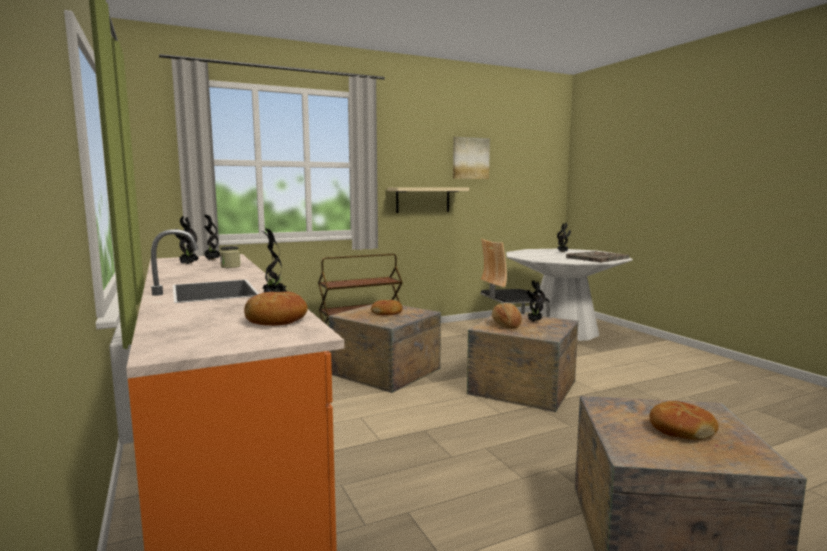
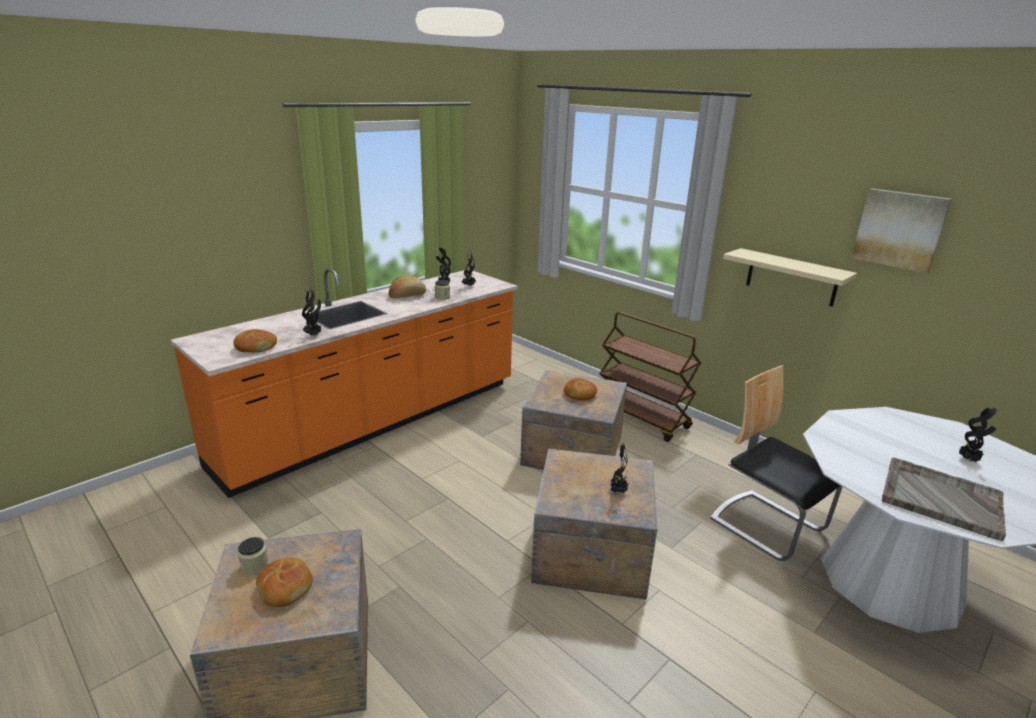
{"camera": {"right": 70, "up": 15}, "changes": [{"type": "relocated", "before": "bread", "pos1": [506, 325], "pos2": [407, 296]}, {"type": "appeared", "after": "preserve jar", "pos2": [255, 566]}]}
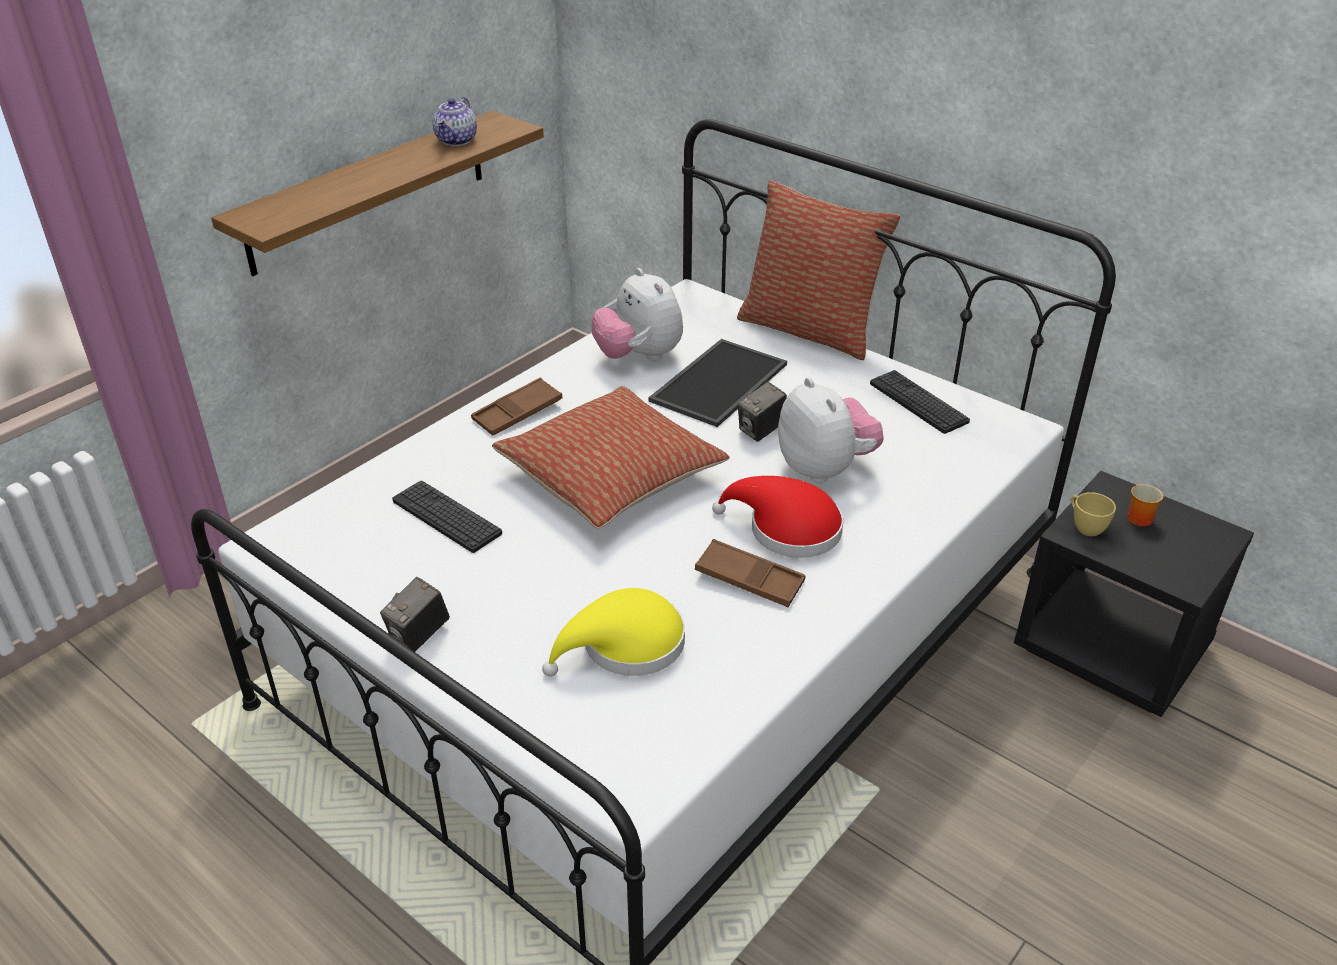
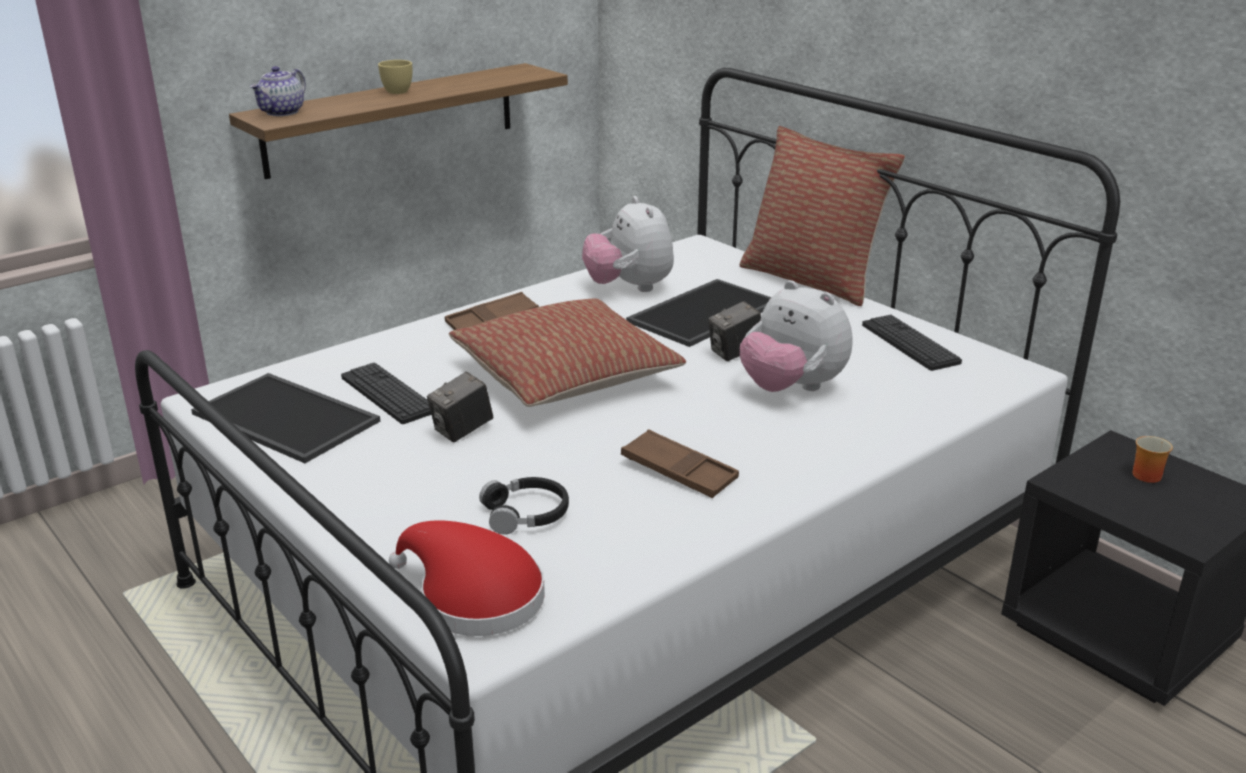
{"camera": {"right": 10, "up": -10}, "changes": [{"type": "relocated", "before": "still camera", "pos1": [419, 635], "pos2": [462, 431]}, {"type": "relocated", "before": "tea pot", "pos1": [457, 140], "pos2": [282, 112]}, {"type": "exchanged", "before": "yellow-coloured hat", "after": "black-coloured pair of headphones", "pos1": [625, 646], "pos2": [526, 514]}, {"type": "relocated", "before": "red hat", "pos1": [787, 529], "pos2": [473, 597]}, {"type": "spun", "before": "cuddly toy", "pos1": [825, 469], "pos2": [792, 388], "turn": 150}, {"type": "relocated", "before": "yellow-coloured drinking cup", "pos1": [1085, 527], "pos2": [396, 91]}, {"type": "appeared", "after": "serving tray", "pos2": [289, 417]}]}
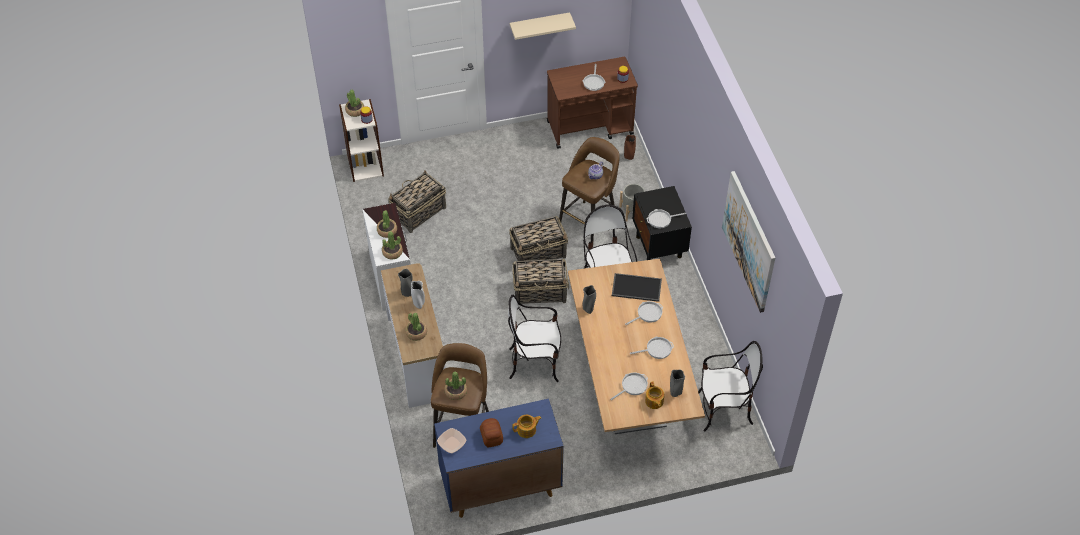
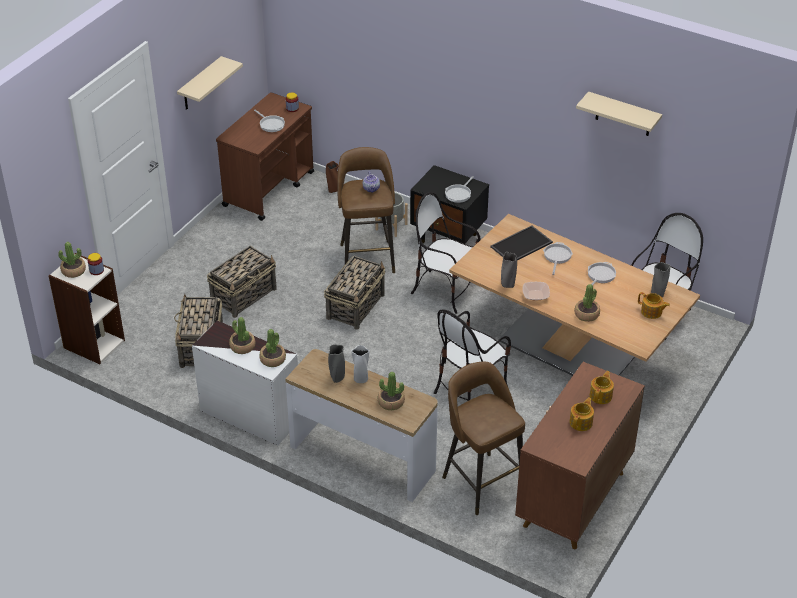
{"camera": {"right": -45, "up": -10}, "changes": [{"type": "colour", "before": "blue cabinet", "after": "brown cabinet", "pos1": [499, 486], "pos2": [573, 500]}, {"type": "relocated", "before": "bowl", "pos1": [451, 443], "pos2": [535, 295]}, {"type": "relocated", "before": "potted plant", "pos1": [456, 392], "pos2": [586, 314]}, {"type": "exchanged", "before": "bread", "after": "tea pot", "pos1": [491, 437], "pos2": [581, 422]}, {"type": "relocated", "before": "basket", "pos1": [540, 292], "pos2": [244, 295]}, {"type": "missing", "before": "skillet", "pos1": [632, 386]}, {"type": "exchanged", "before": "wall picture", "after": "beige shelf", "pos1": [749, 241], "pos2": [623, 115]}]}
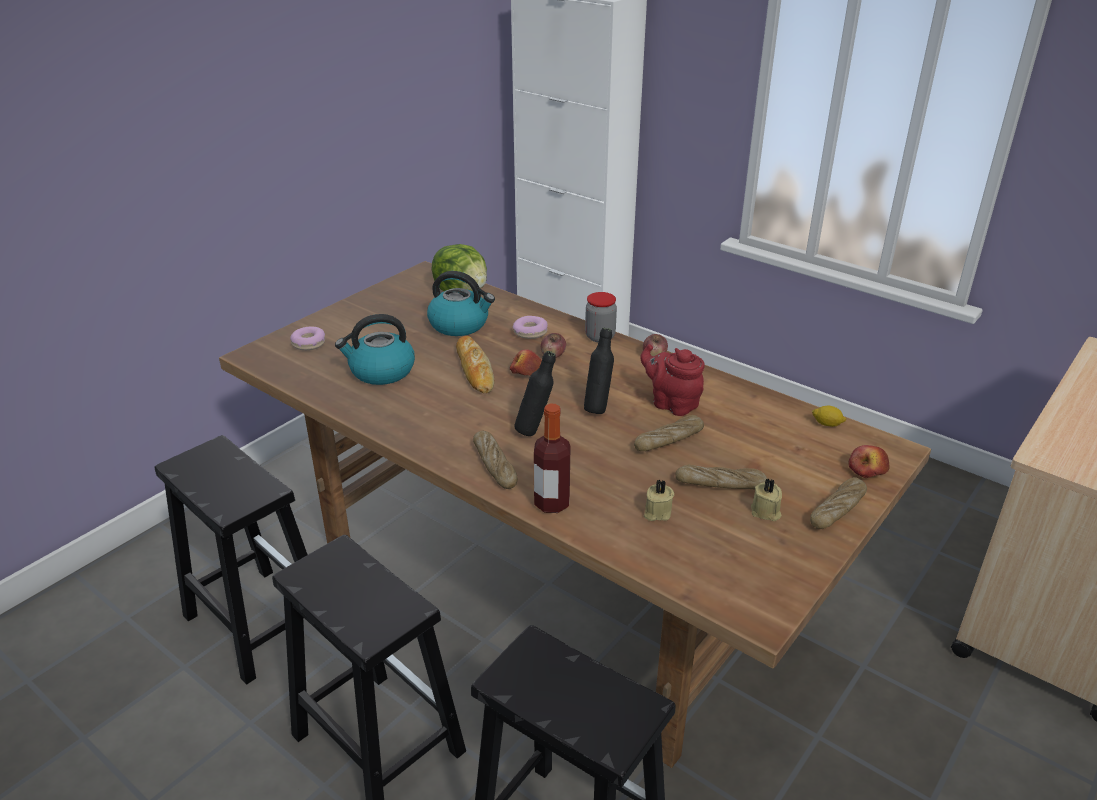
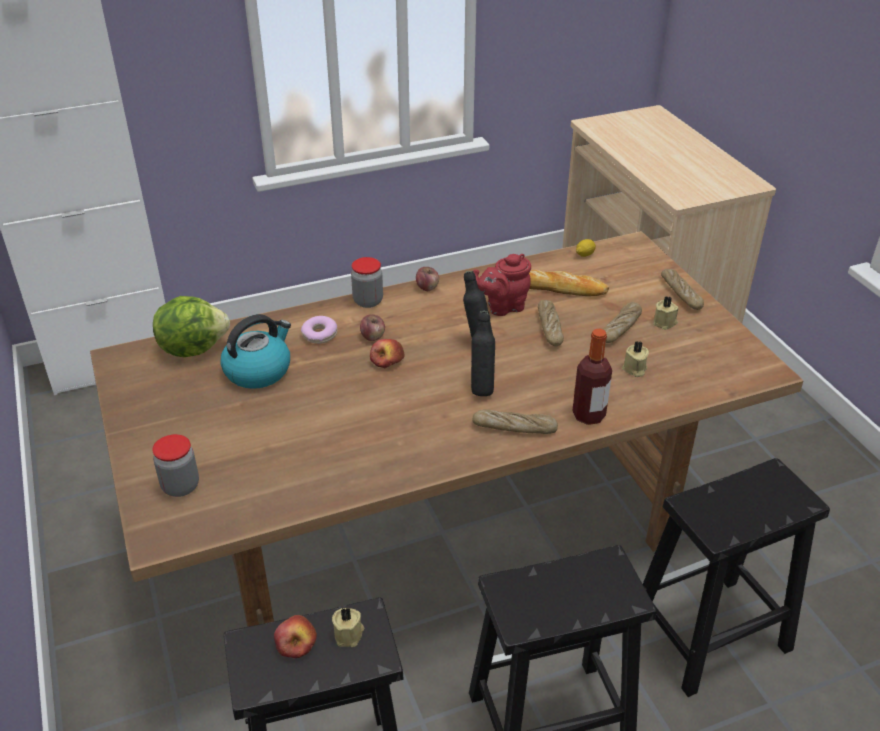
{"camera": {"right": -60, "up": 5}, "changes": [{"type": "exchanged", "before": "ring doughnut", "after": "preserve jar", "pos1": [309, 343], "pos2": [180, 486]}, {"type": "missing", "before": "water kettle", "pos1": [381, 371]}, {"type": "relocated", "before": "bread", "pos1": [474, 369], "pos2": [560, 288]}, {"type": "relocated", "before": "apple fruit", "pos1": [867, 471], "pos2": [296, 643]}, {"type": "appeared", "after": "beige candle", "pos2": [349, 634]}]}
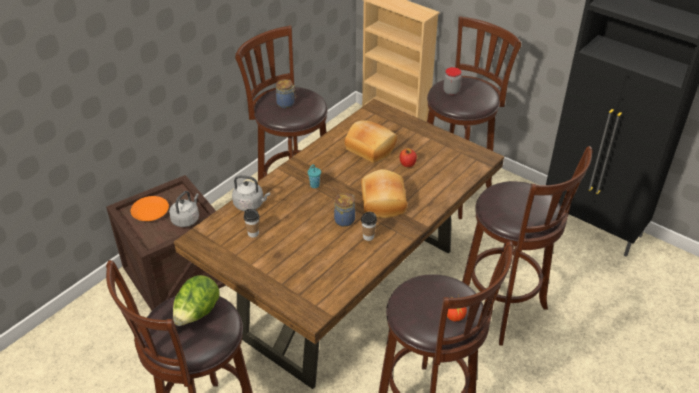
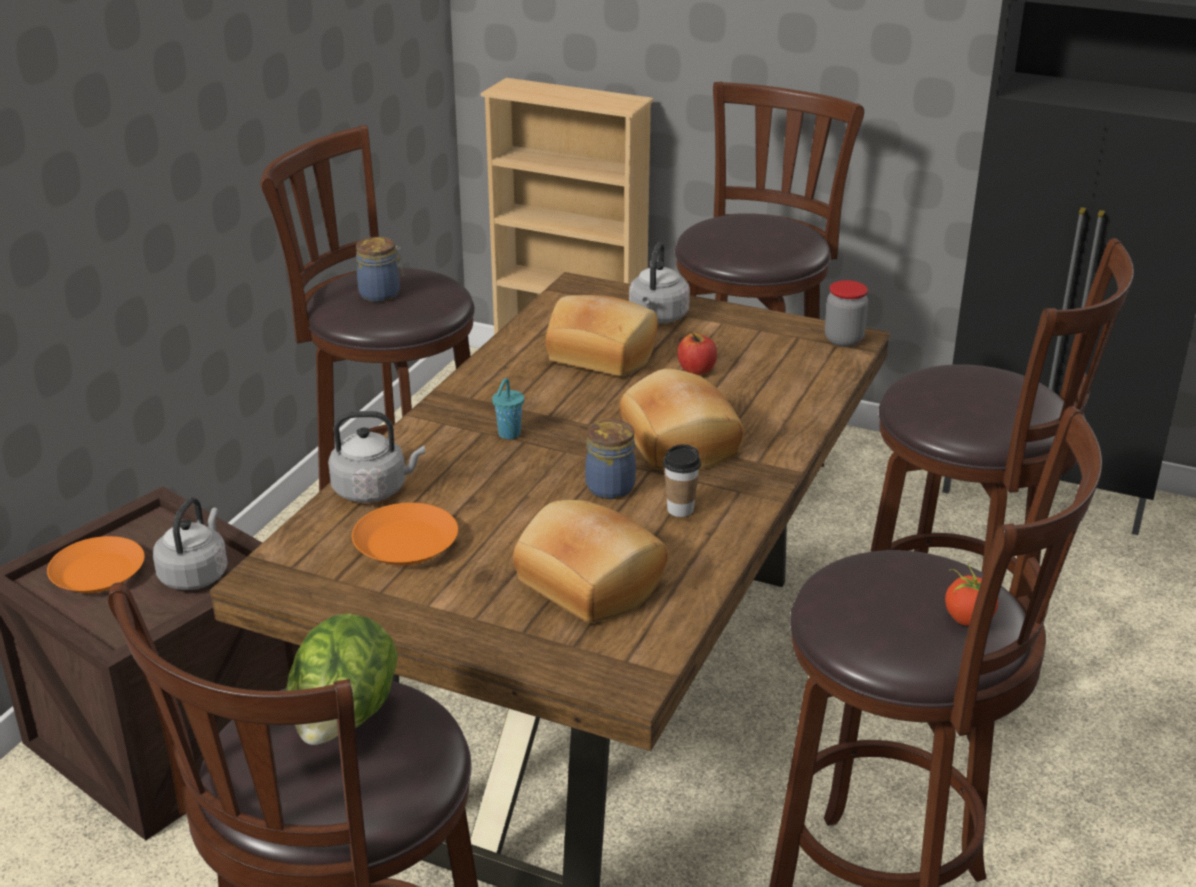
{"camera": {"right": -15, "up": -10}, "changes": [{"type": "exchanged", "before": "drinking cup", "after": "orange flat dish", "pos1": [253, 233], "pos2": [406, 544]}, {"type": "relocated", "before": "preserve jar", "pos1": [451, 91], "pos2": [843, 340]}, {"type": "appeared", "after": "bread", "pos2": [587, 584]}, {"type": "appeared", "after": "grey water kettle", "pos2": [657, 317]}]}
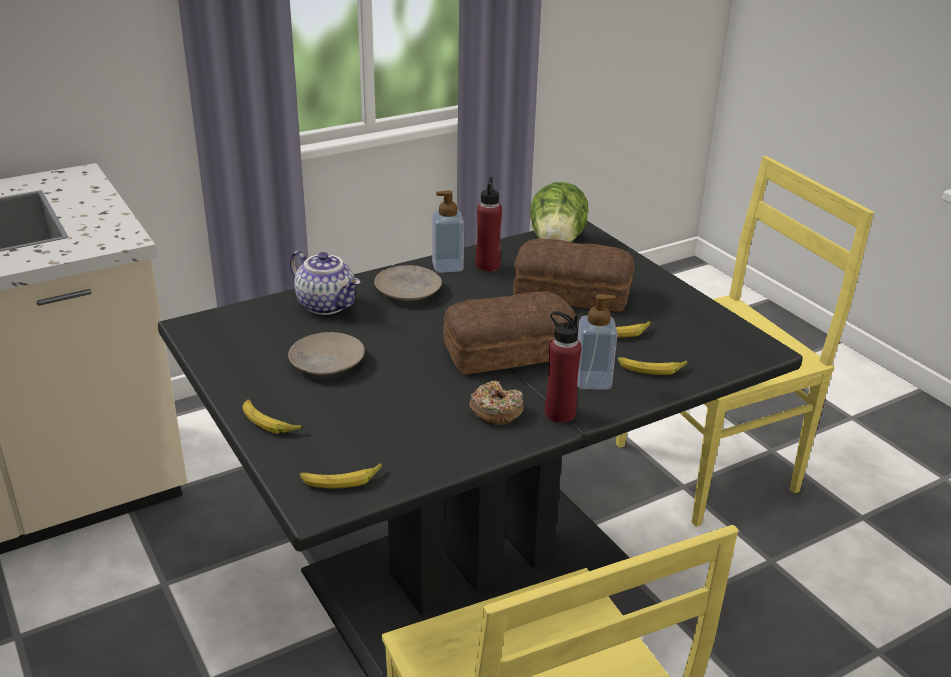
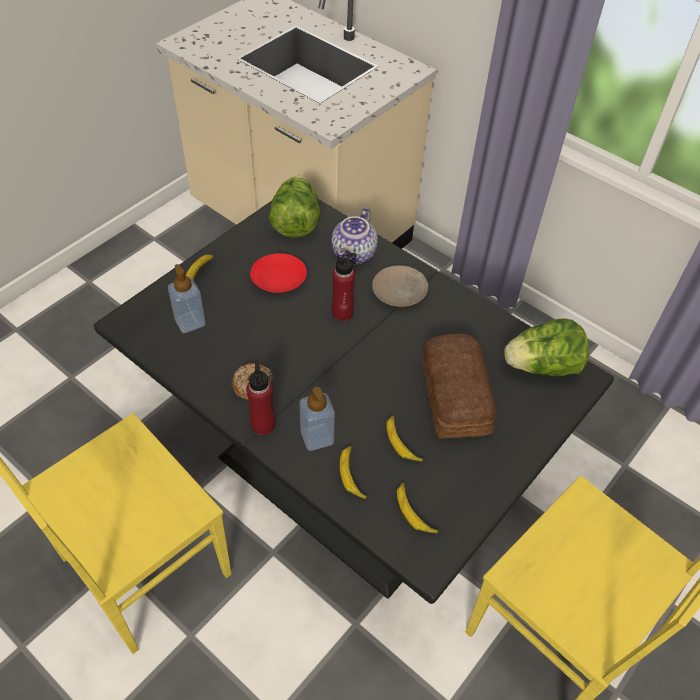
{"camera": {"right": 70, "up": 20}, "changes": [{"type": "colour", "before": "beige flat dish", "after": "red flat dish", "pos1": [326, 362], "pos2": [278, 278]}, {"type": "relocated", "before": "banana fruit", "pos1": [341, 480], "pos2": [414, 511]}, {"type": "relocated", "before": "soap bottle", "pos1": [447, 266], "pos2": [190, 322]}, {"type": "missing", "before": "bread", "pos1": [506, 350]}, {"type": "relocated", "before": "red bottle", "pos1": [487, 266], "pos2": [342, 312]}, {"type": "appeared", "after": "lettuce", "pos2": [295, 222]}]}
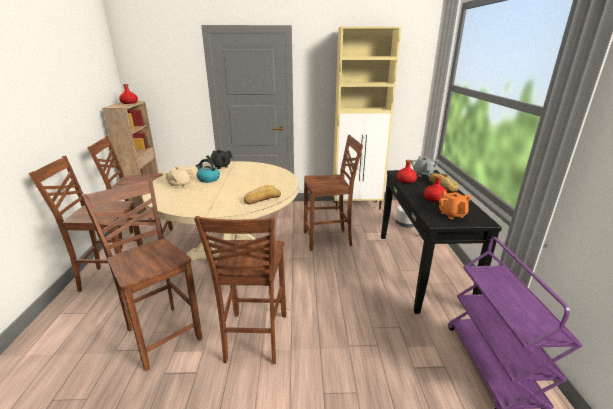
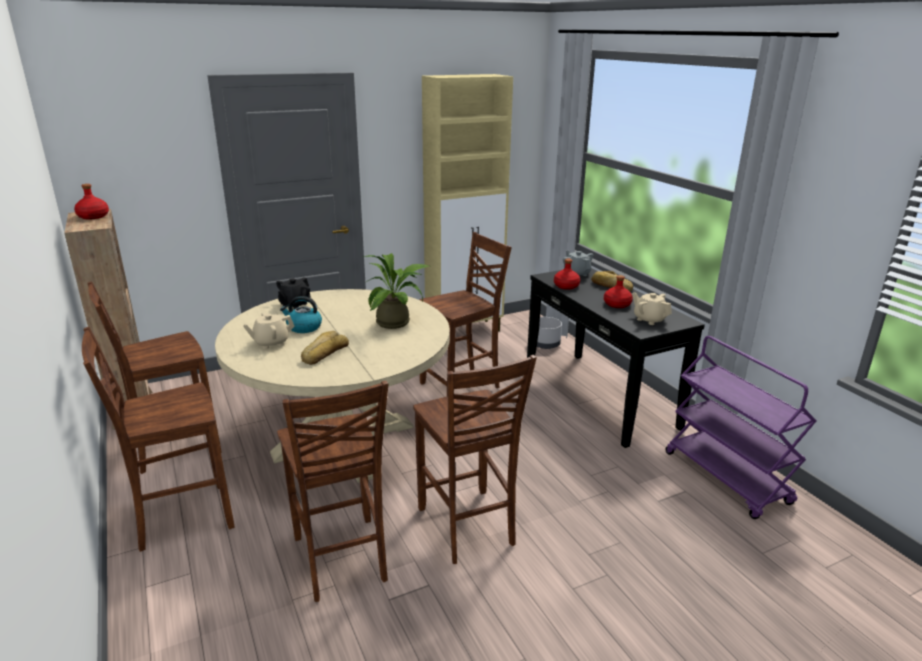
{"camera": {"right": -25, "up": 0}, "changes": [{"type": "spun", "before": "brown chair", "pos1": [163, 334], "pos2": [341, 560], "turn": -135}, {"type": "relocated", "before": "bread", "pos1": [262, 199], "pos2": [324, 353]}, {"type": "colour", "before": "orange tea pot", "after": "beige tea pot", "pos1": [452, 214], "pos2": [649, 319]}, {"type": "appeared", "after": "potted plant", "pos2": [397, 322]}]}
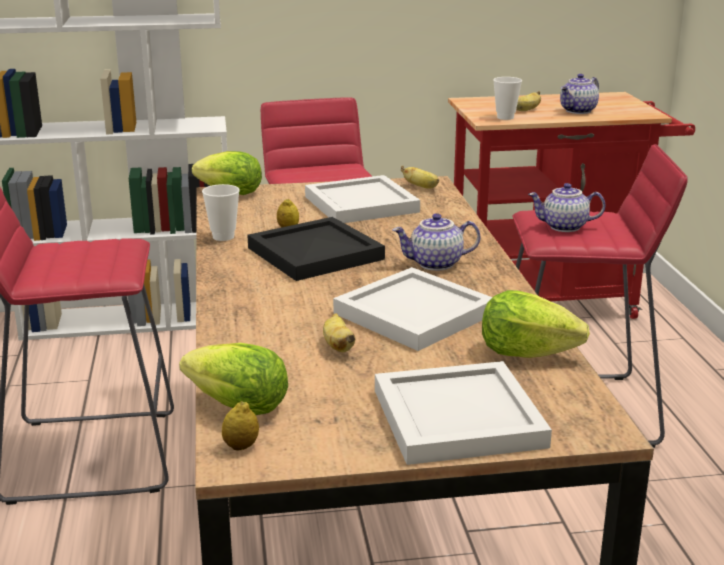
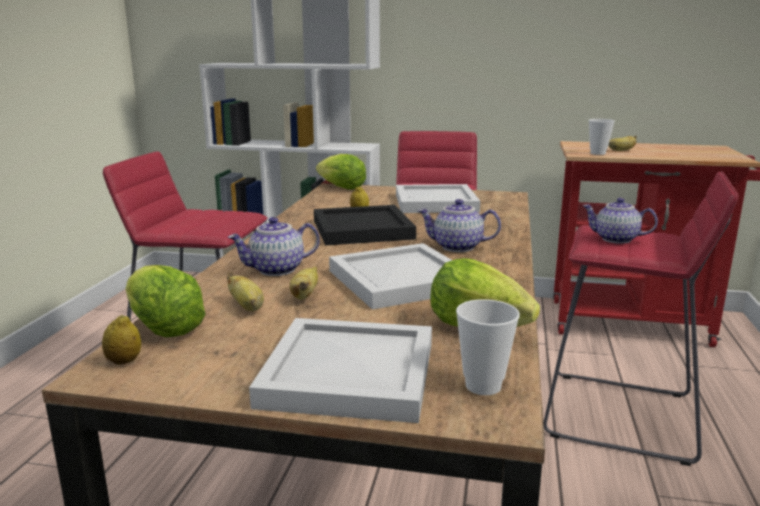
{"camera": {"right": 20, "up": -5}, "changes": [{"type": "relocated", "before": "drinking cup", "pos1": [223, 237], "pos2": [483, 386]}, {"type": "relocated", "before": "banana fruit", "pos1": [421, 187], "pos2": [247, 307]}, {"type": "relocated", "before": "tea pot", "pos1": [578, 111], "pos2": [276, 270]}]}
